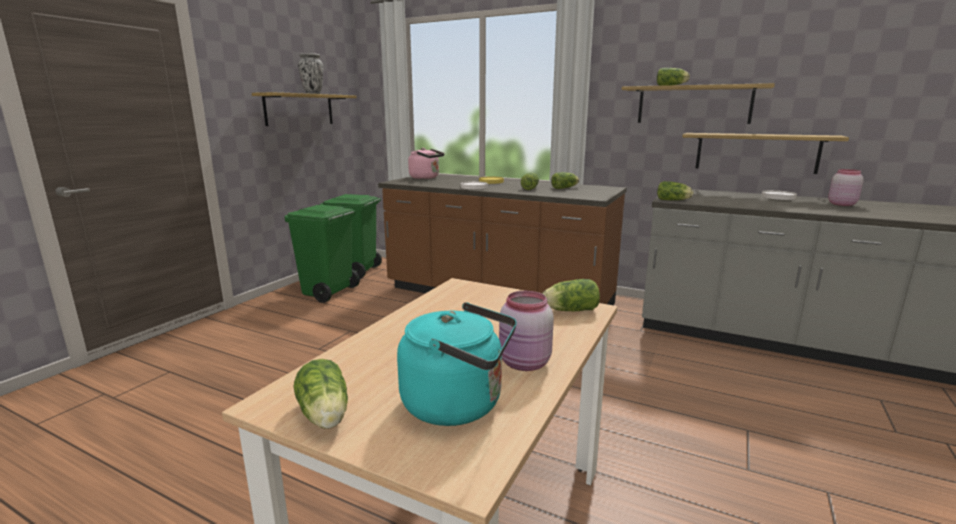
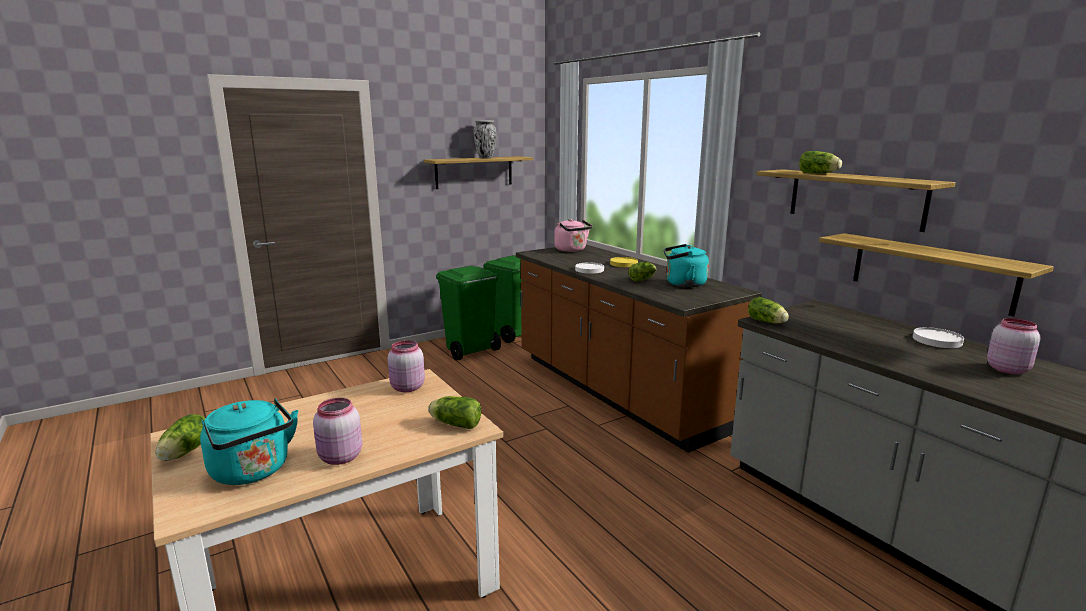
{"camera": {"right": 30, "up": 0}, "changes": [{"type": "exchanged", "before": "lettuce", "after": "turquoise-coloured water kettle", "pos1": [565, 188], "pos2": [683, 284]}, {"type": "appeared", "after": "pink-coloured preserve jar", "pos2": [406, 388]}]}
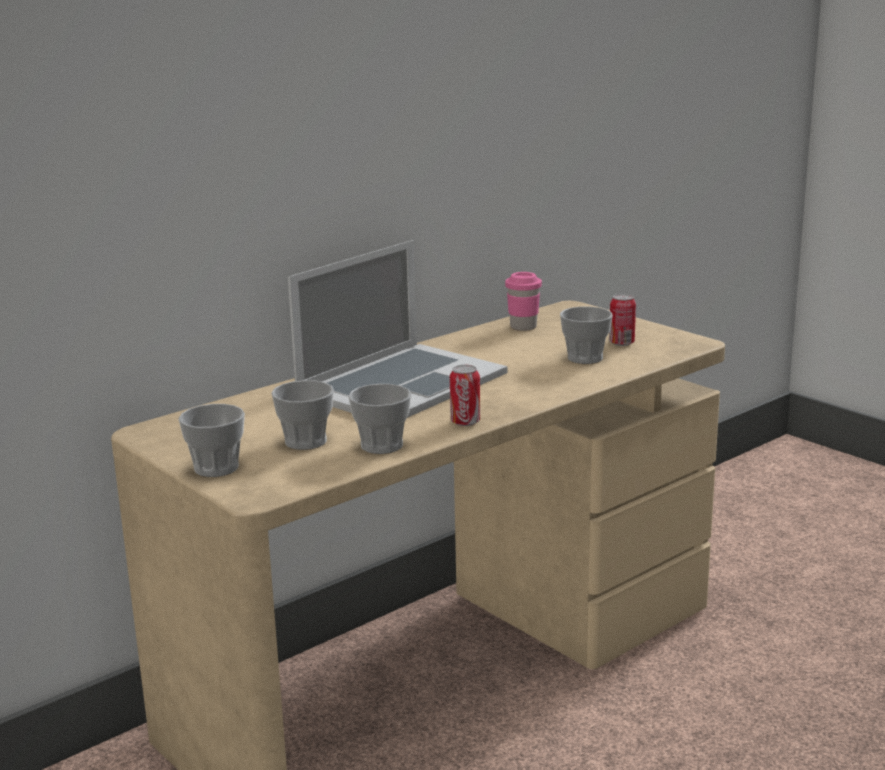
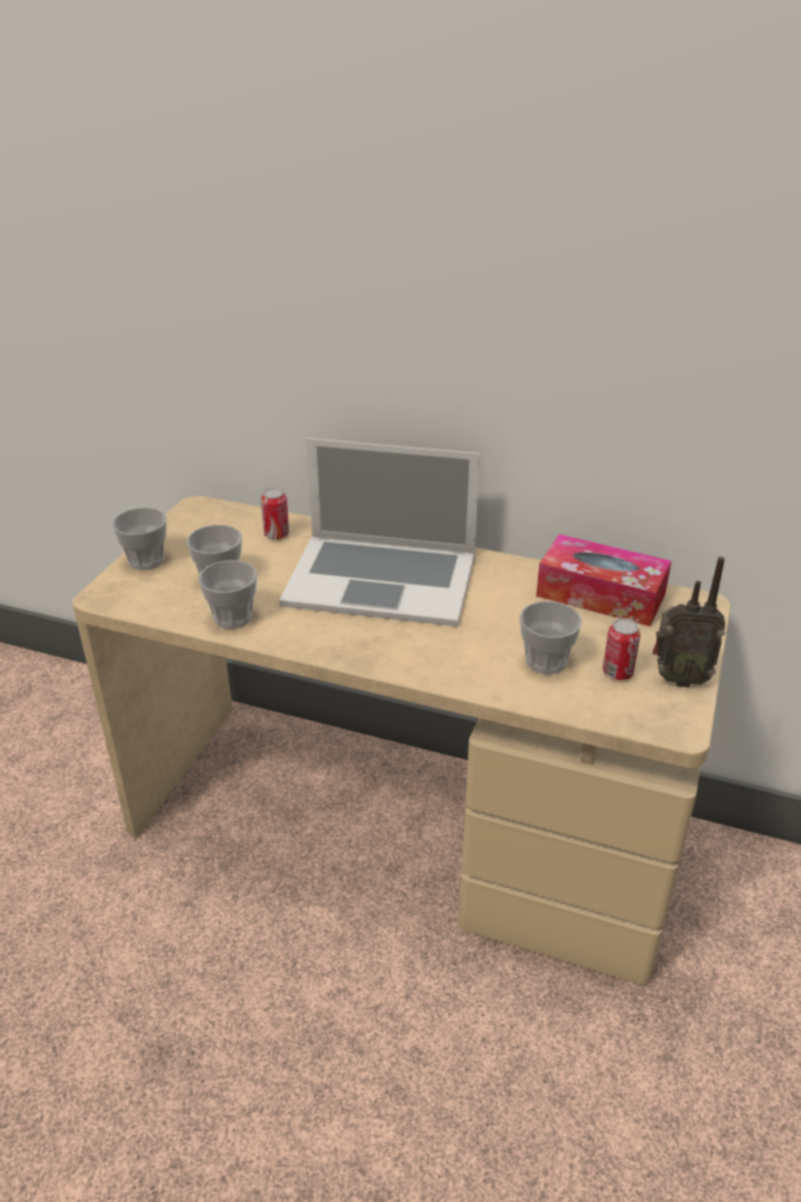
{"camera": {"right": 60, "up": 15}, "changes": [{"type": "relocated", "before": "metal can", "pos1": [465, 422], "pos2": [276, 535]}, {"type": "exchanged", "before": "pink-coloured drinking cup", "after": "box of tissues", "pos1": [523, 327], "pos2": [600, 595]}, {"type": "appeared", "after": "radio receiver", "pos2": [678, 678]}]}
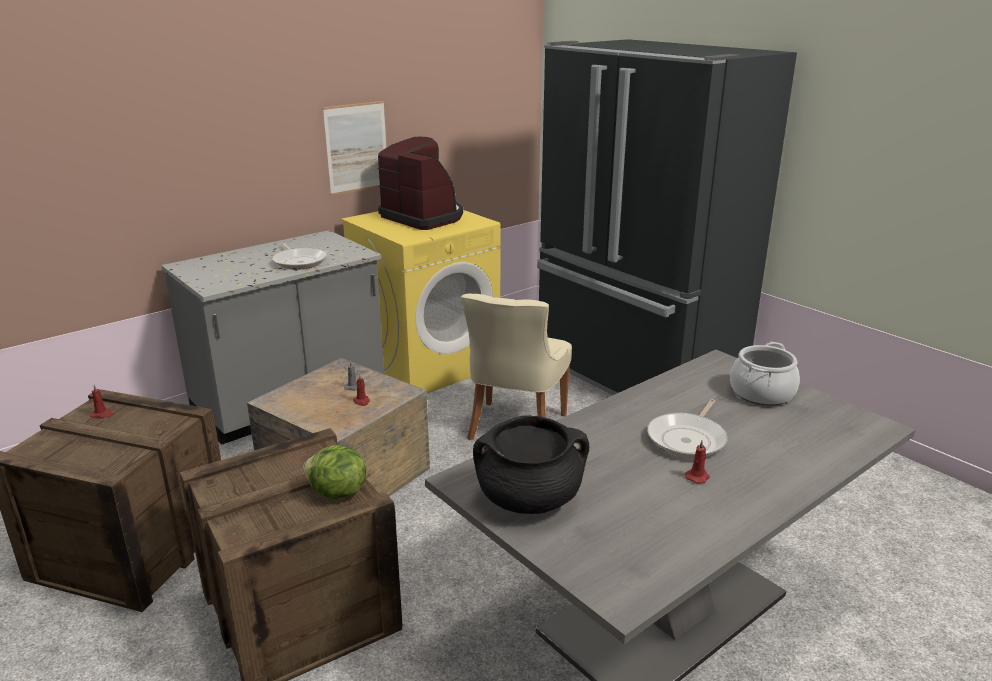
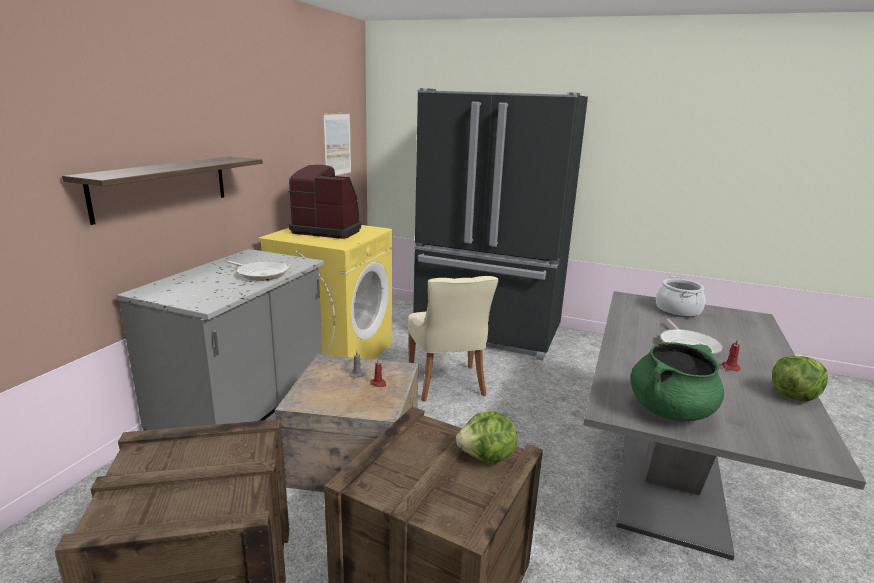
{"camera": {"right": -30, "up": -5}, "changes": [{"type": "missing", "before": "red candle", "pos1": [102, 415]}, {"type": "relocated", "before": "wall picture", "pos1": [356, 147], "pos2": [337, 144]}, {"type": "colour", "before": "black-coloured cooking pot", "after": "green-coloured cooking pot", "pos1": [529, 499], "pos2": [670, 410]}, {"type": "appeared", "after": "shelf", "pos2": [162, 187]}, {"type": "appeared", "after": "lettuce", "pos2": [793, 395]}]}
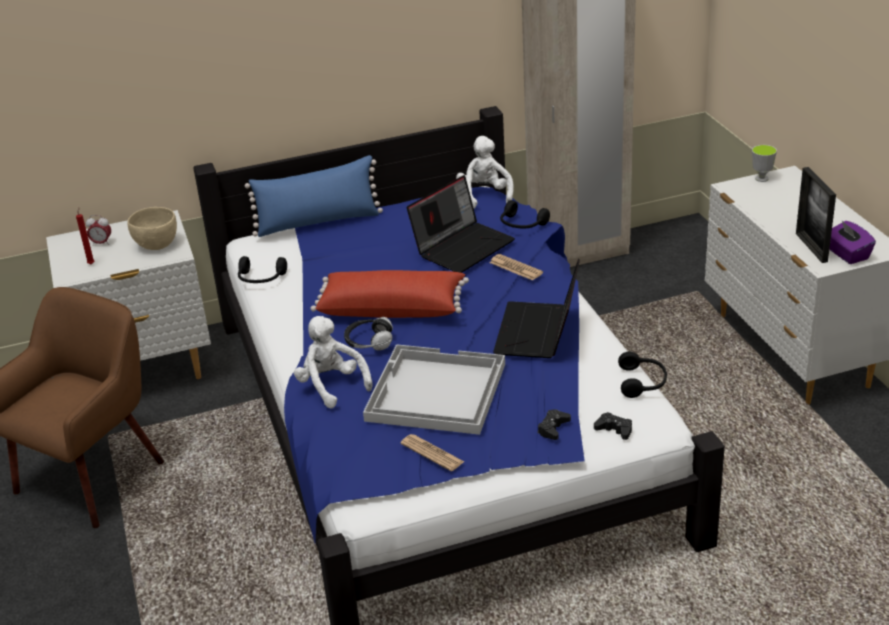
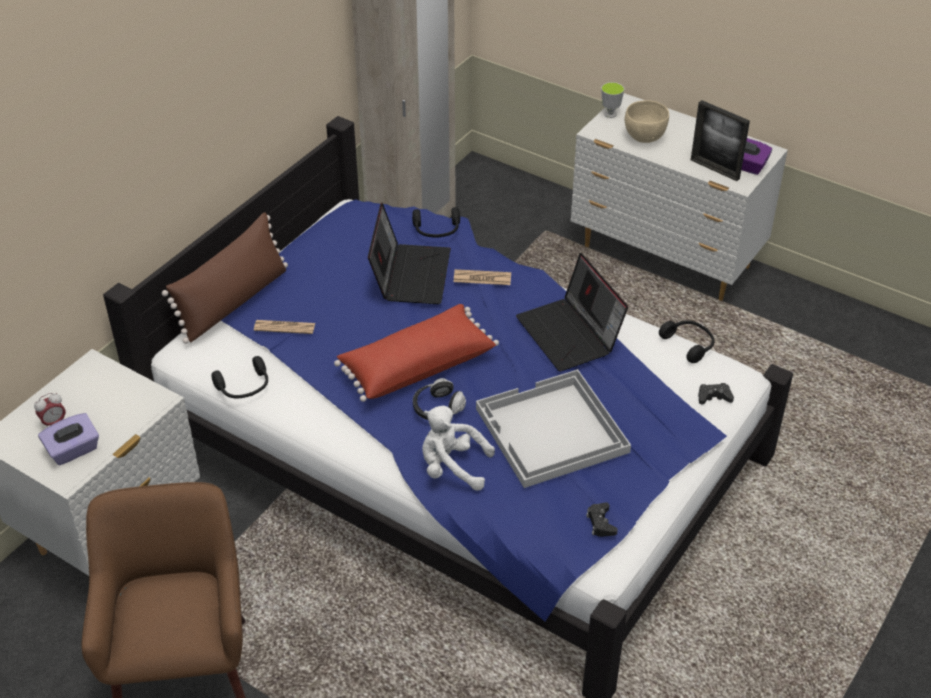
{"camera": {"right": -40, "up": 10}, "changes": [{"type": "exchanged", "before": "red candle", "after": "purple-coloured box of tissues", "pos1": [91, 263], "pos2": [73, 450]}, {"type": "relocated", "before": "beige bowl", "pos1": [156, 245], "pos2": [644, 137]}, {"type": "colour", "before": "blue throw pillow", "after": "brown throw pillow", "pos1": [318, 222], "pos2": [233, 302]}, {"type": "relocated", "before": "newspaper", "pos1": [432, 453], "pos2": [284, 327]}, {"type": "missing", "before": "whitish cuddly toy", "pos1": [485, 196]}, {"type": "relocated", "before": "black-coloured game controller", "pos1": [553, 428], "pos2": [601, 523]}]}
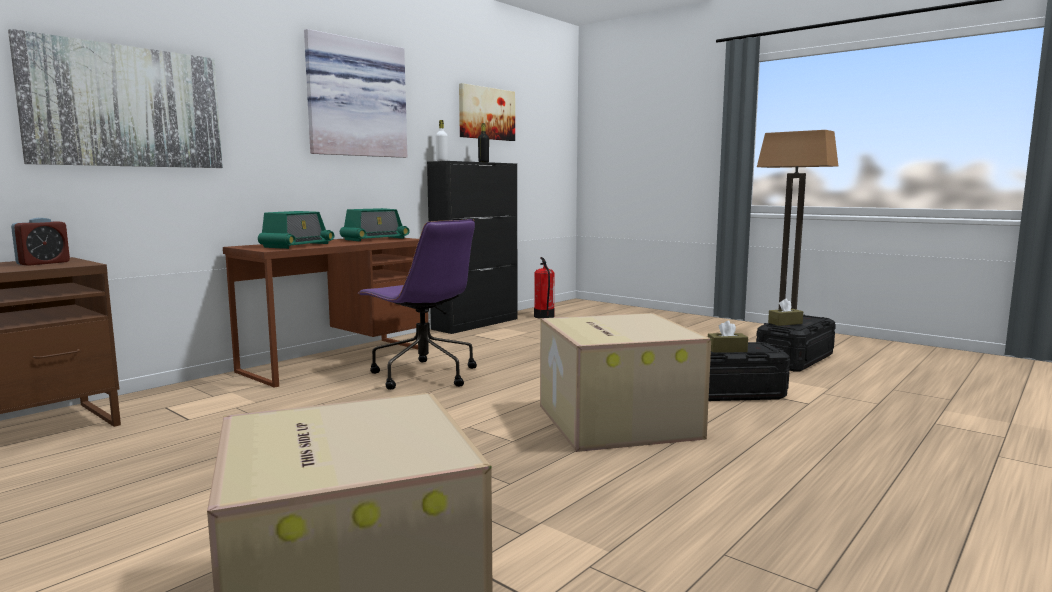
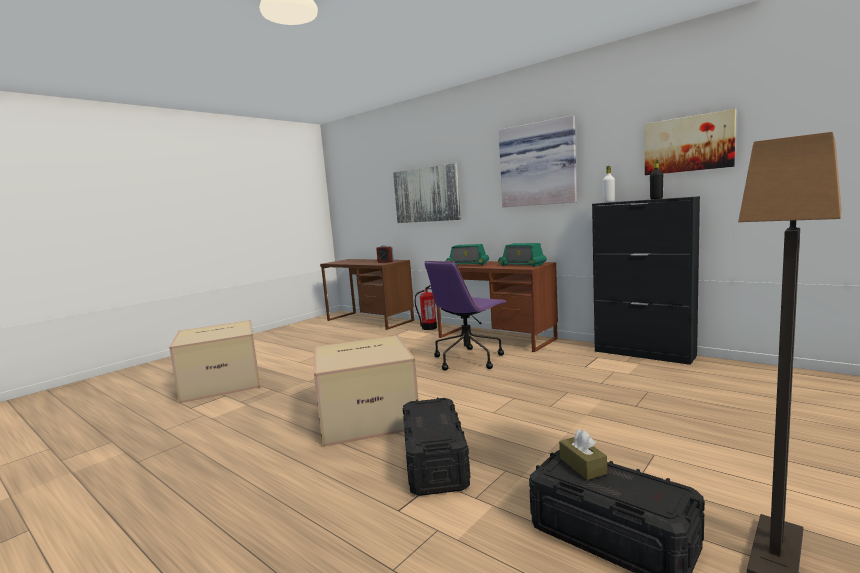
{"camera": {"right": 90, "up": 0}, "changes": [{"type": "relocated", "before": "fire-fighting cylinder", "pos1": [544, 316], "pos2": [429, 328]}, {"type": "missing", "before": "brown box of tissues", "pos1": [727, 350]}]}
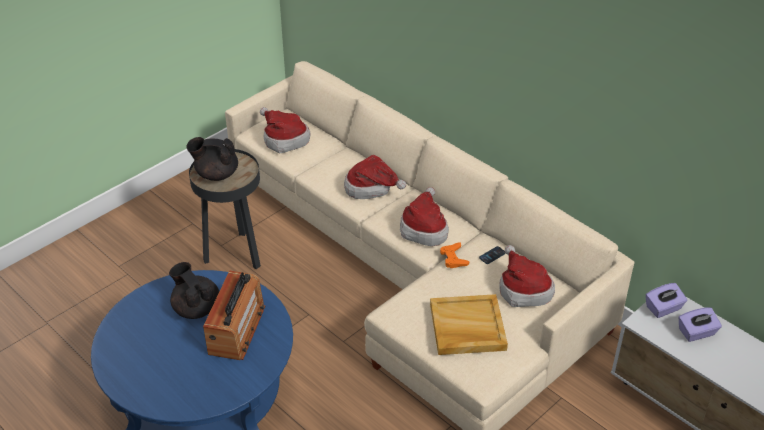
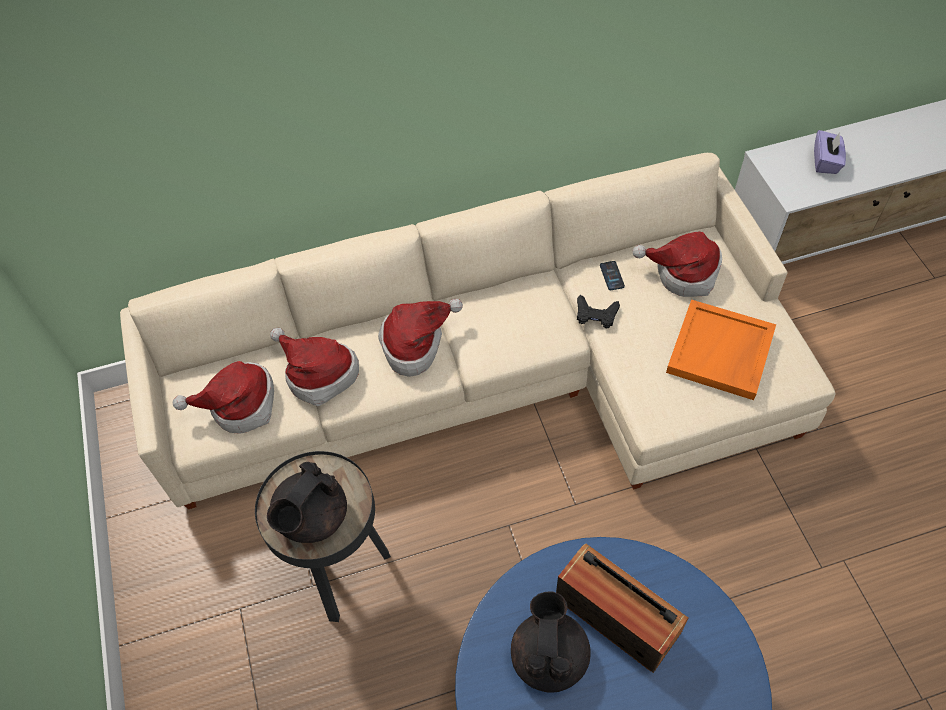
{"camera": {"right": -60, "up": 15}, "changes": [{"type": "spun", "before": "black-coloured tea pot", "pos1": [196, 308], "pos2": [549, 656], "turn": 105}, {"type": "relocated", "before": "hat", "pos1": [424, 228], "pos2": [318, 374]}, {"type": "colour", "before": "beige serving tray", "after": "orange serving tray", "pos1": [467, 327], "pos2": [721, 352]}, {"type": "colour", "before": "orange game controller", "after": "black-coloured game controller", "pos1": [453, 258], "pos2": [596, 315]}, {"type": "missing", "before": "purple-coloured box of tissues", "pos1": [663, 308]}]}
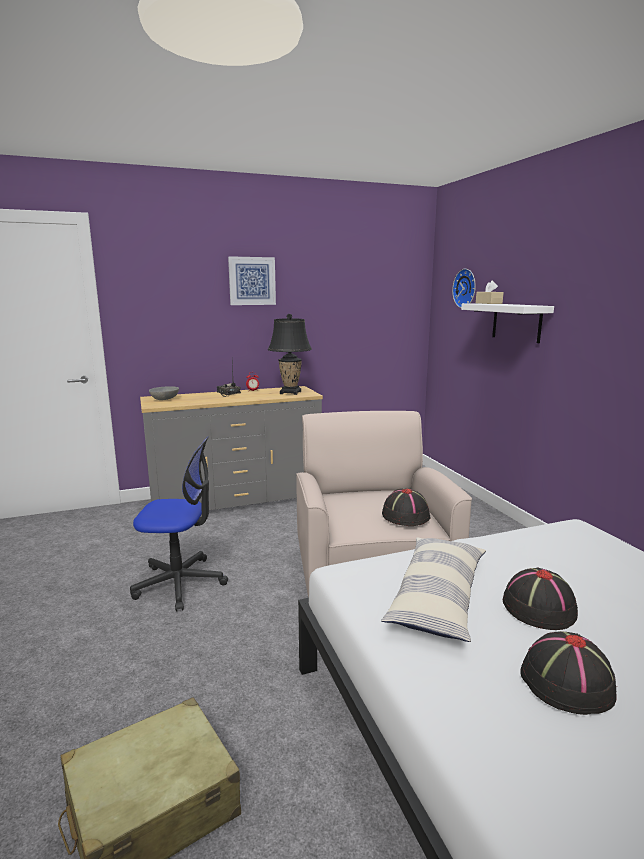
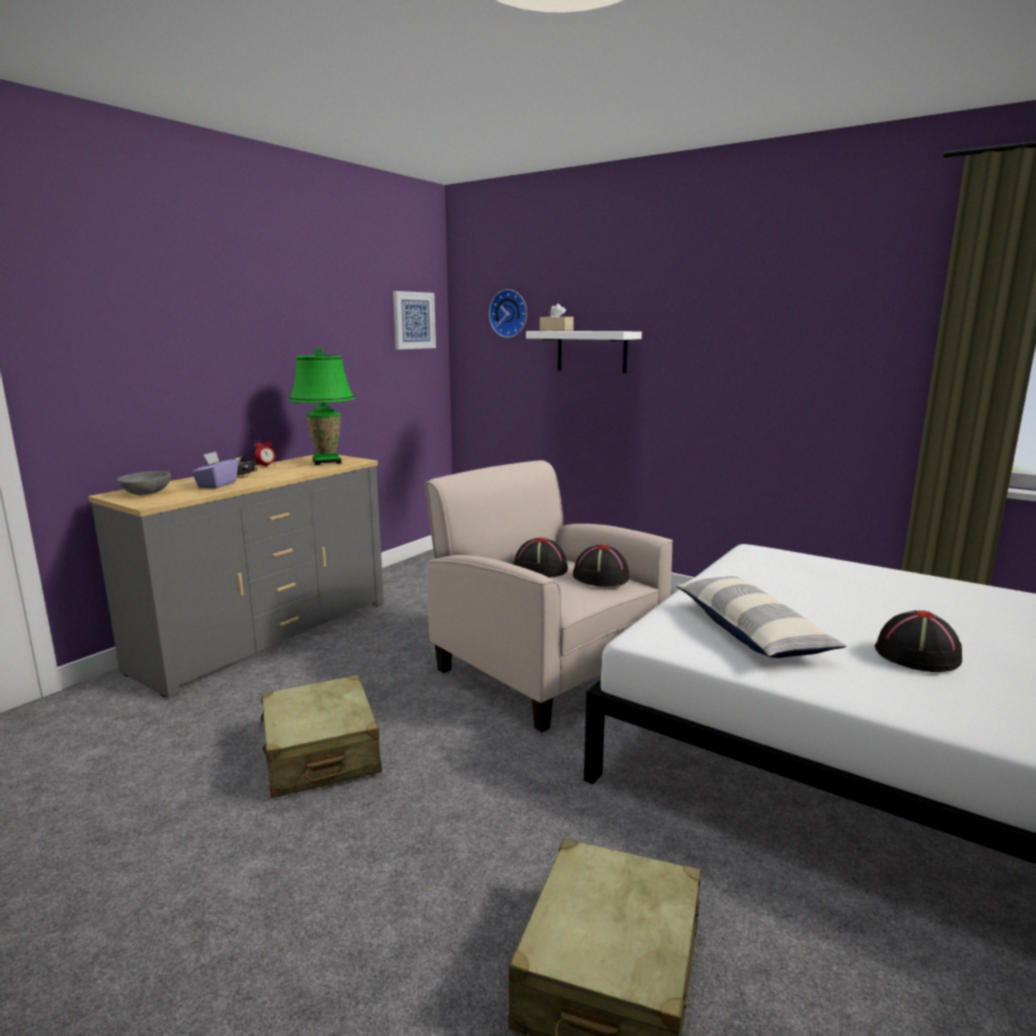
{"camera": {"right": -35, "up": 0}, "changes": [{"type": "exchanged", "before": "computer chair", "after": "beige piece of luggage", "pos1": [180, 583], "pos2": [320, 754]}, {"type": "relocated", "before": "wall picture", "pos1": [252, 281], "pos2": [413, 320]}, {"type": "colour", "before": "black-coloured tabletop lamp", "after": "green-coloured tabletop lamp", "pos1": [290, 392], "pos2": [327, 462]}, {"type": "relocated", "before": "black-coloured hat", "pos1": [538, 608], "pos2": [539, 569]}, {"type": "appeared", "after": "purple-coloured box of tissues", "pos2": [217, 485]}]}
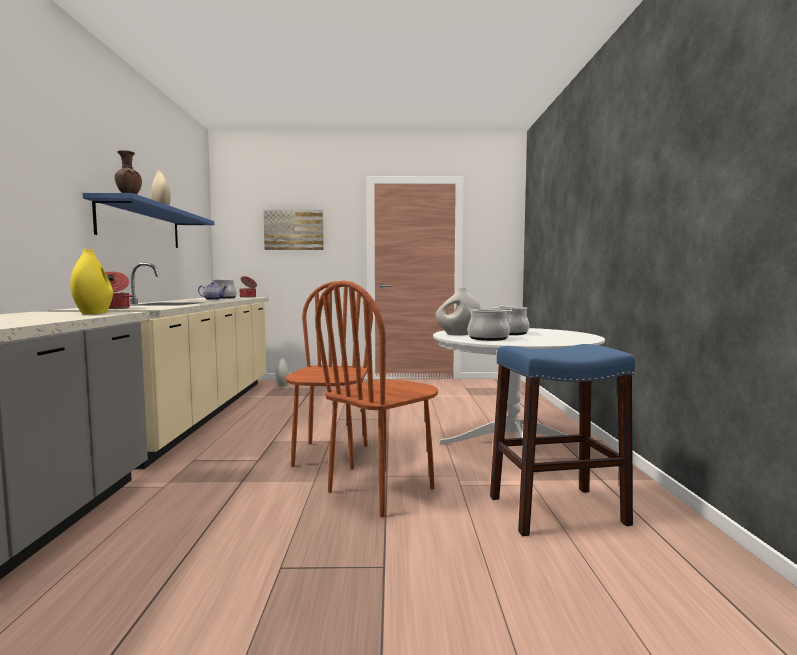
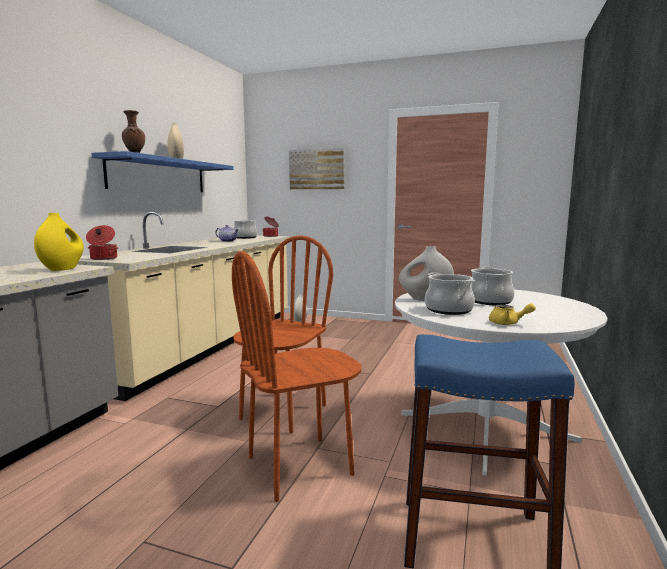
{"camera": {"right": 20, "up": 5}, "changes": [{"type": "appeared", "after": "yellow-coloured tea pot", "pos2": [508, 323]}]}
